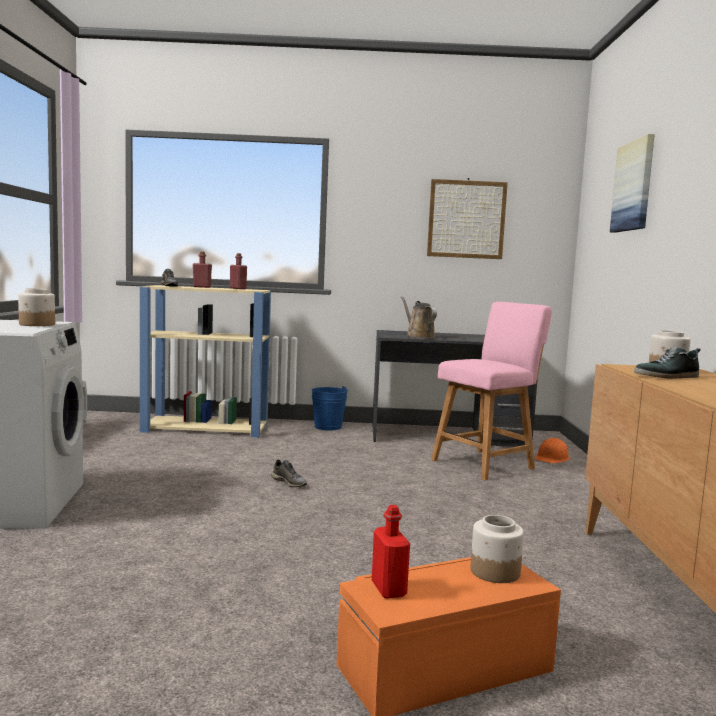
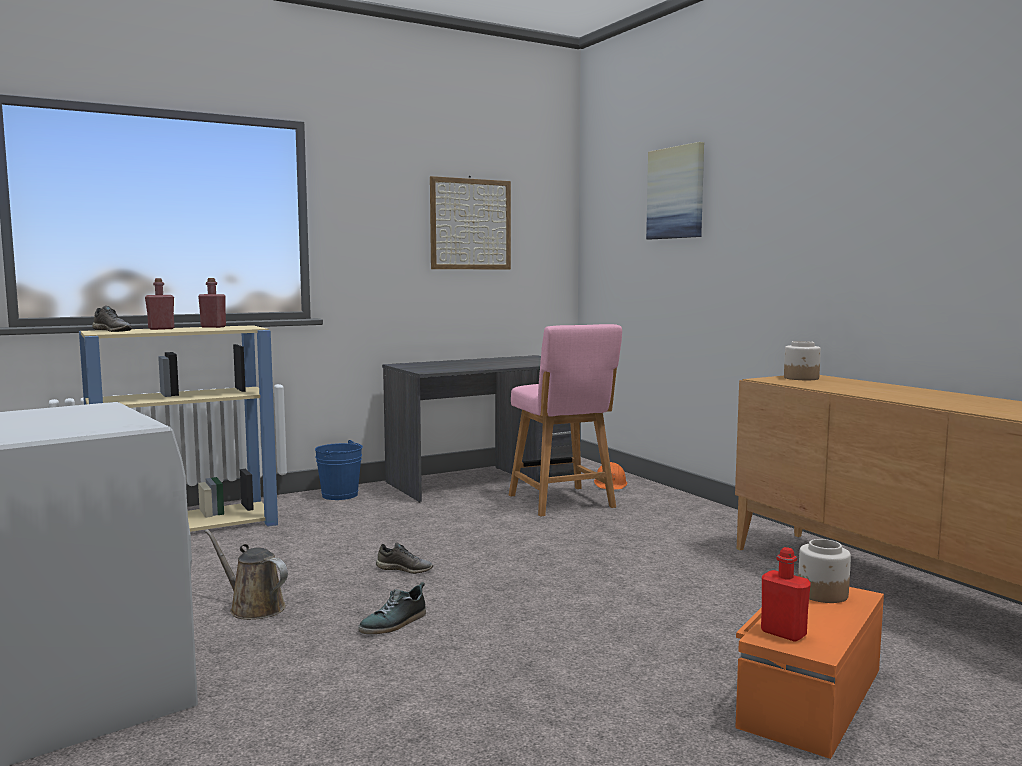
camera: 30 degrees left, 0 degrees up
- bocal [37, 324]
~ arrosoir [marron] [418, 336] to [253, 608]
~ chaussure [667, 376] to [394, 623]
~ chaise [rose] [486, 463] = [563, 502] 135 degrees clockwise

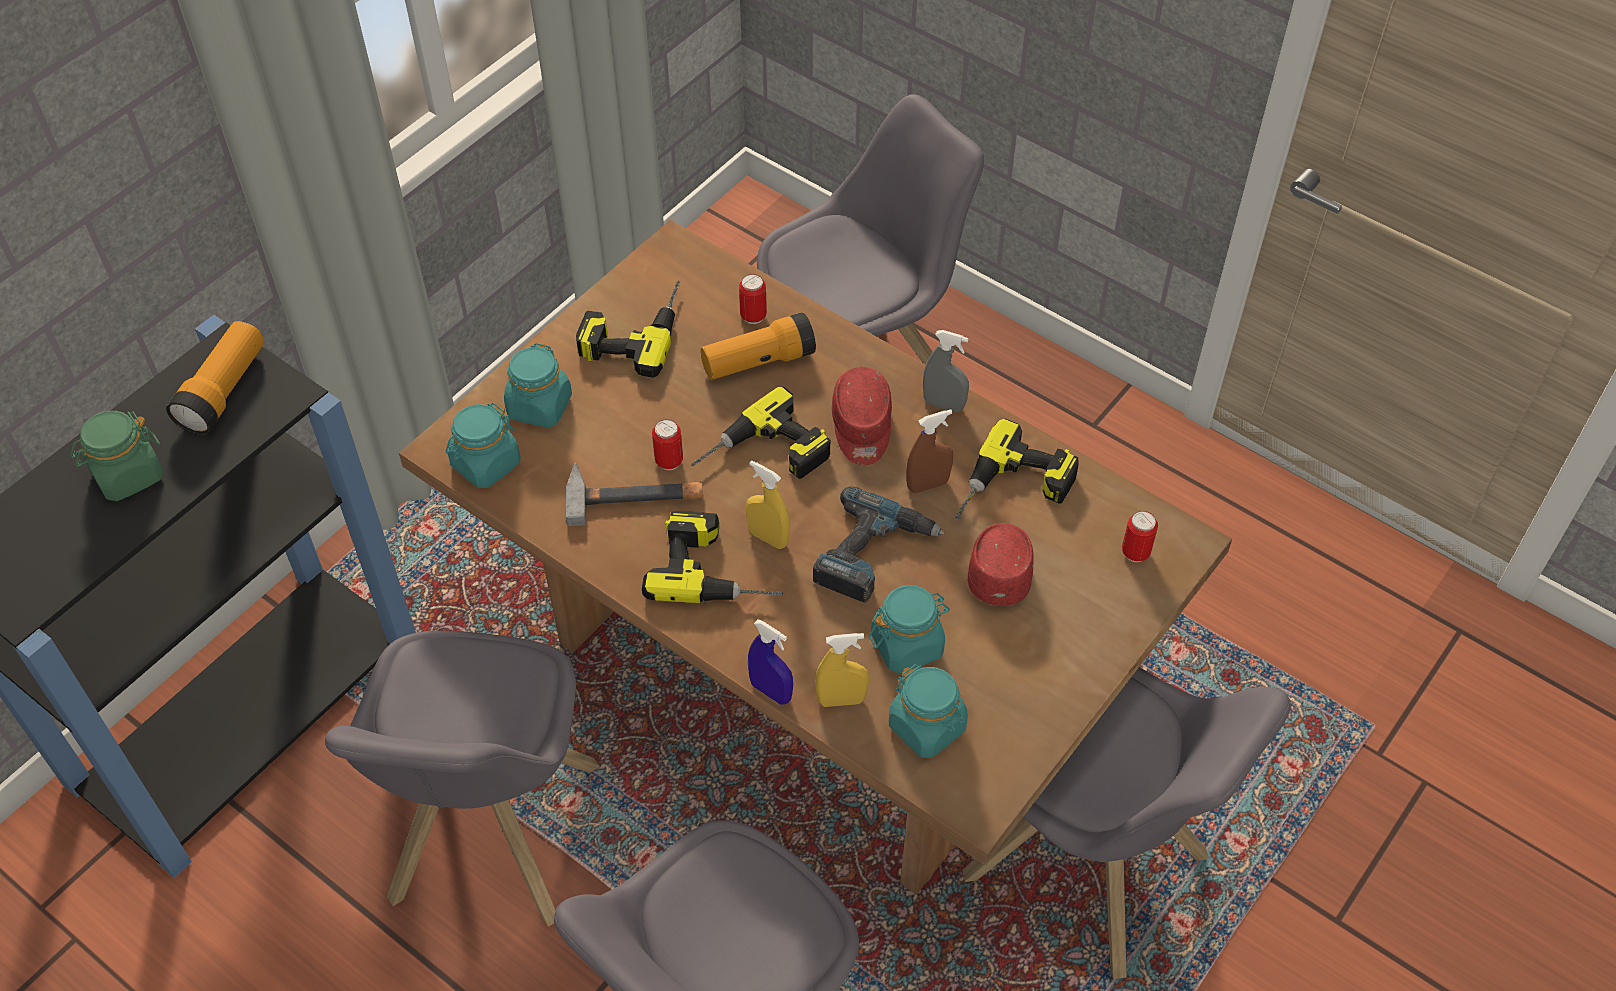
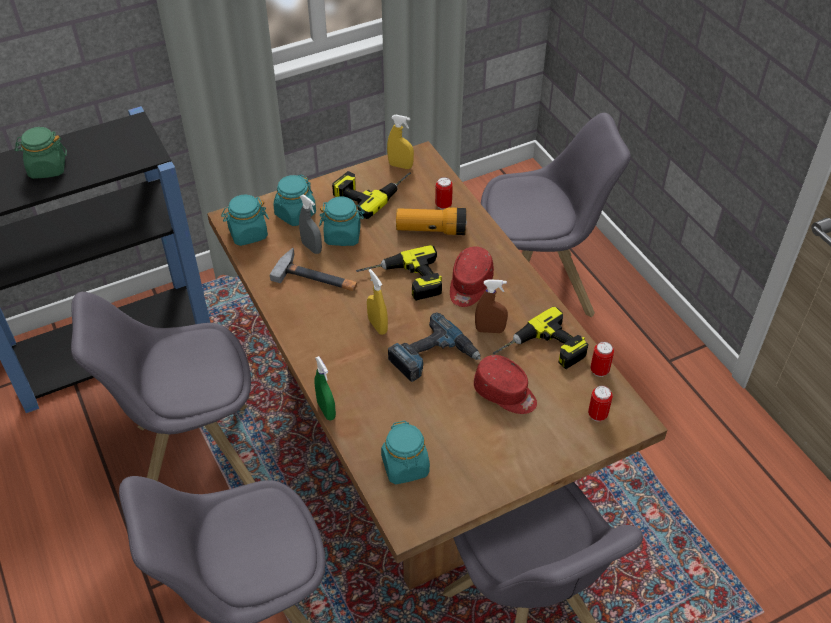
camera: 25 degrees right, 5 degrees down
- lampe de poche [224, 391]
- perceuse [718, 567]
~ boîte métallique [669, 461] to [599, 370]
~ vaporisateur [jaune] [841, 700] to [400, 166]
~ bocal [turquoise] [907, 645] to [343, 235]
~ vaporisateur [gris] [943, 404] to [311, 247]
~ vaporisateur [bleu] [771, 691] to vaporisateur [vert] [326, 410]
~ chaise [gris] [492, 832] = [195, 455] 45 degrees clockwise
~ casquette [rouge] [1000, 569] = [505, 393] 90 degrees clockwise

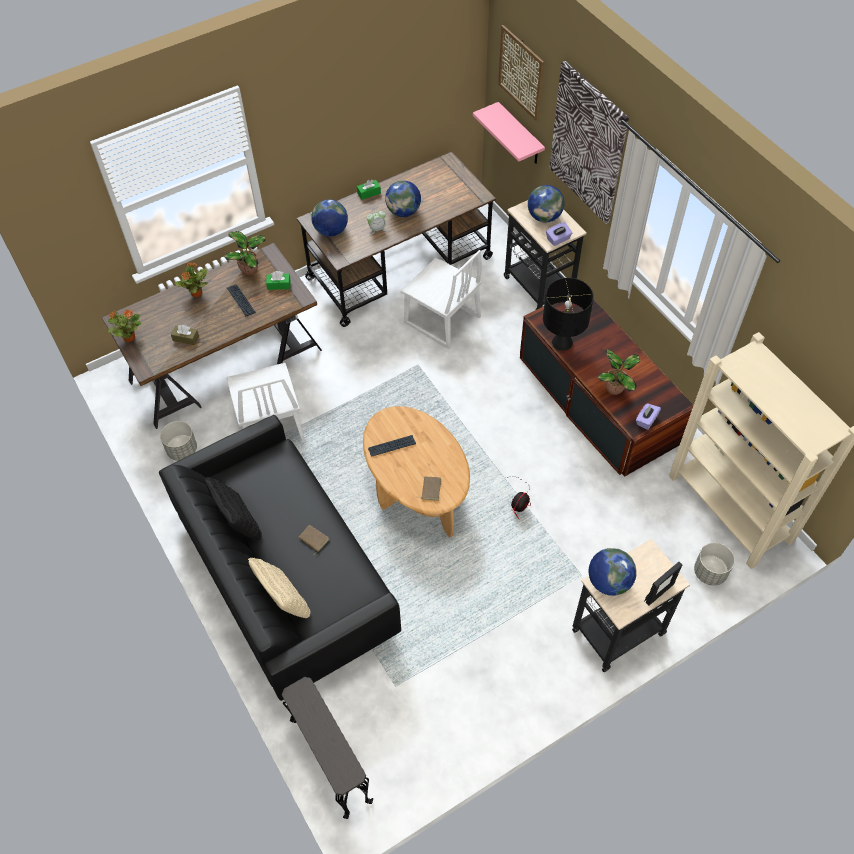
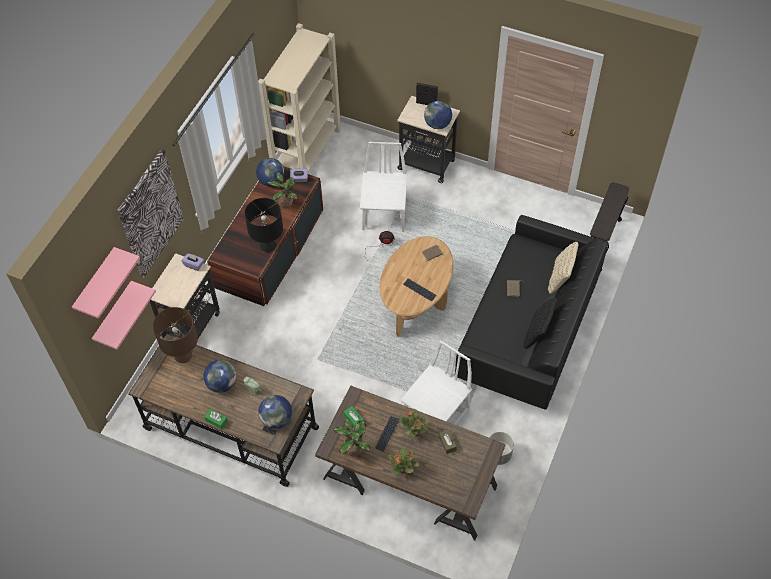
camera: 125 degrees left, 0 degrees up
- cache-pot [gris] [709, 572]
+ lampe de table [marron] [183, 357]
~ plante en pot [129, 337] to [414, 432]
~ chaise [blanc] [442, 321] to [385, 213]
~ globe [544, 217] to [271, 181]
~ tableau [521, 72] to étagère [rose] [96, 283]

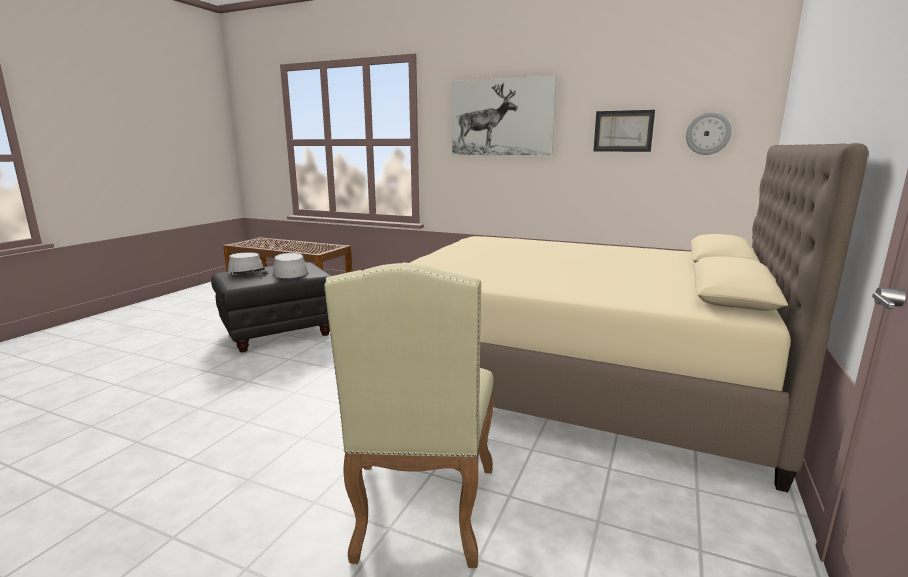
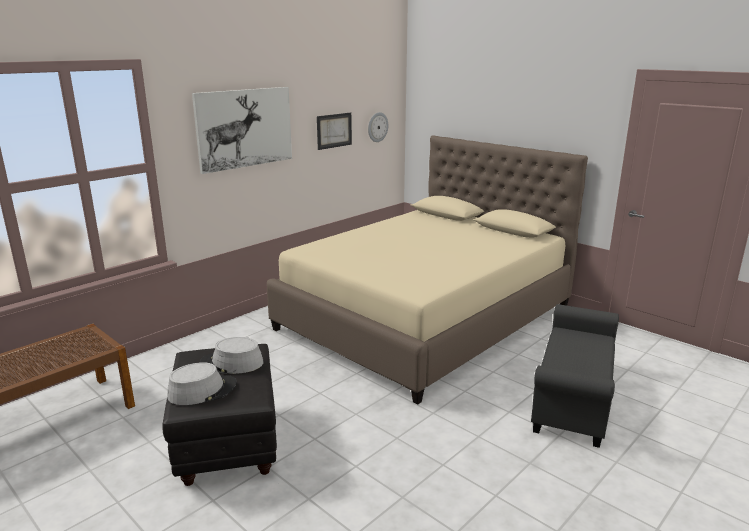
camera: 70 degrees left, 5 degrees up
~ chaise [beige] [420, 513] to pouf [gris] [573, 399]

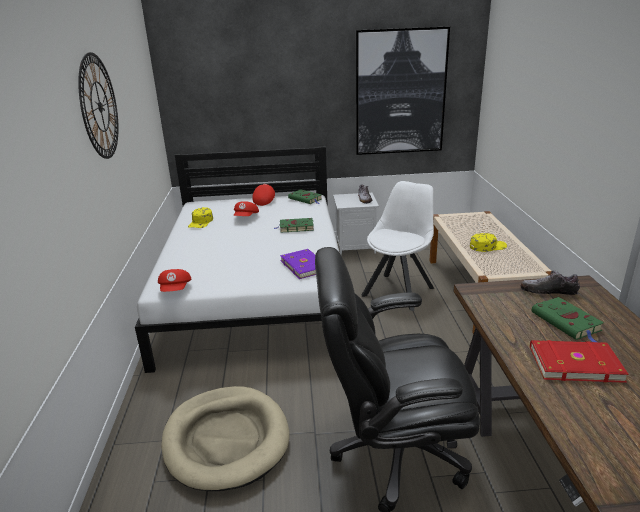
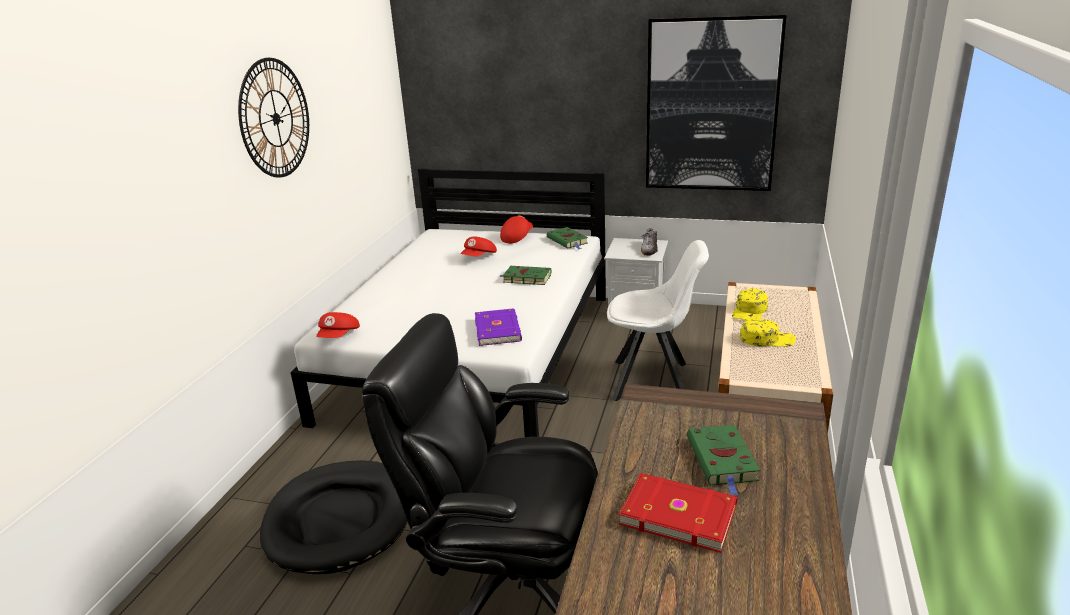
camera: 20 degrees right, 0 degrees up
- chaussure [548, 291]
~ casquette [jaune] [201, 222] to [750, 311]
~ panier pour chien [beige] [226, 440] to panier pour chien [noir] [339, 520]
~ chaise [blanc] [399, 291] = [653, 381] 45 degrees clockwise

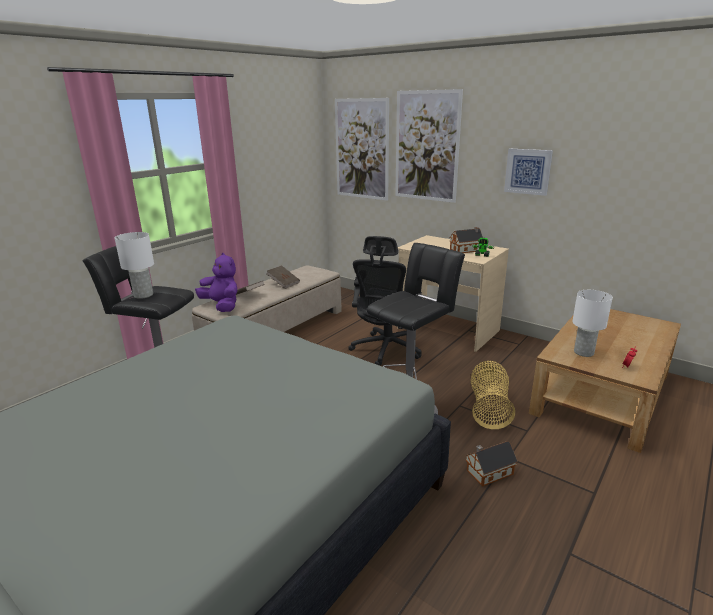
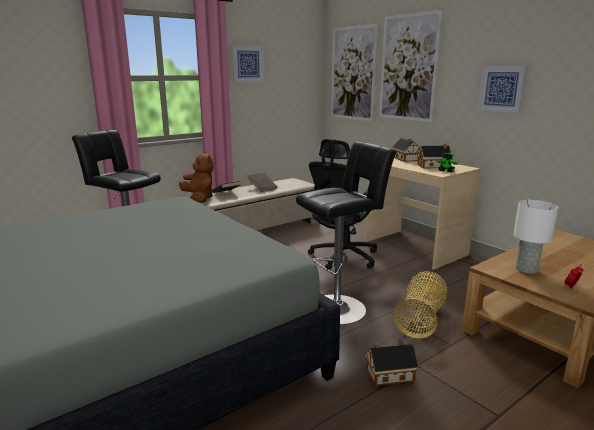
camera: 15 degrees right, 5 degrees down
- lampe de table [blanc] [143, 295]
+ tableau [247, 63]
+ maison miniature [406, 159]
~ peluche [violet] [222, 306] to peluche [marron] [199, 199]

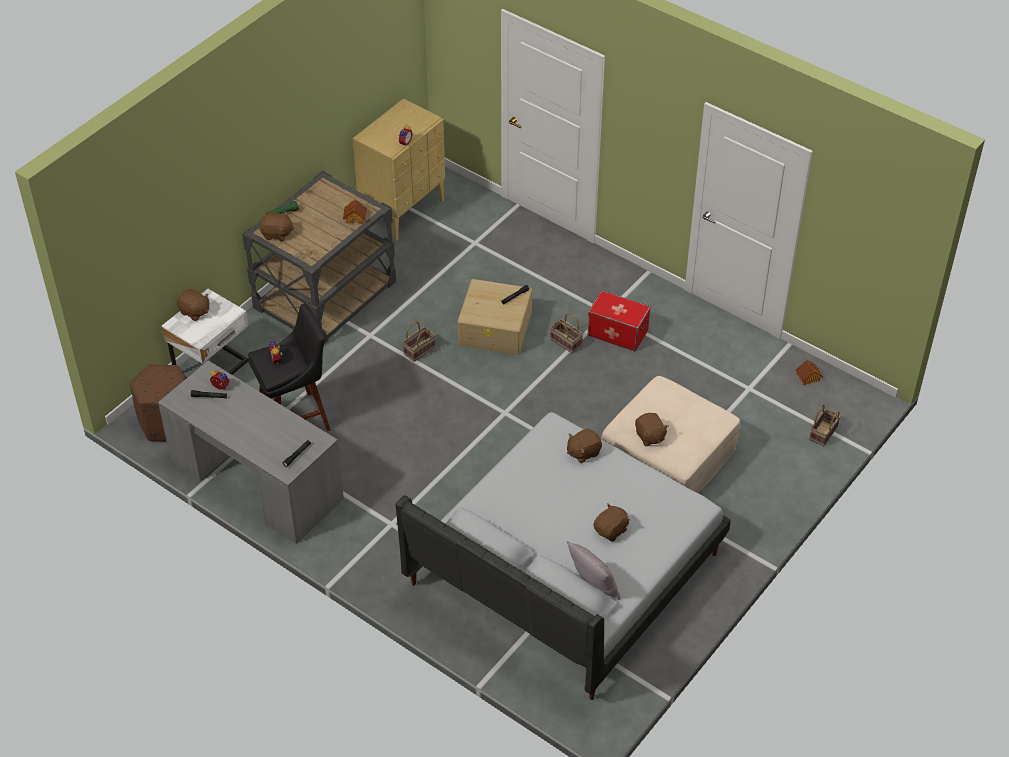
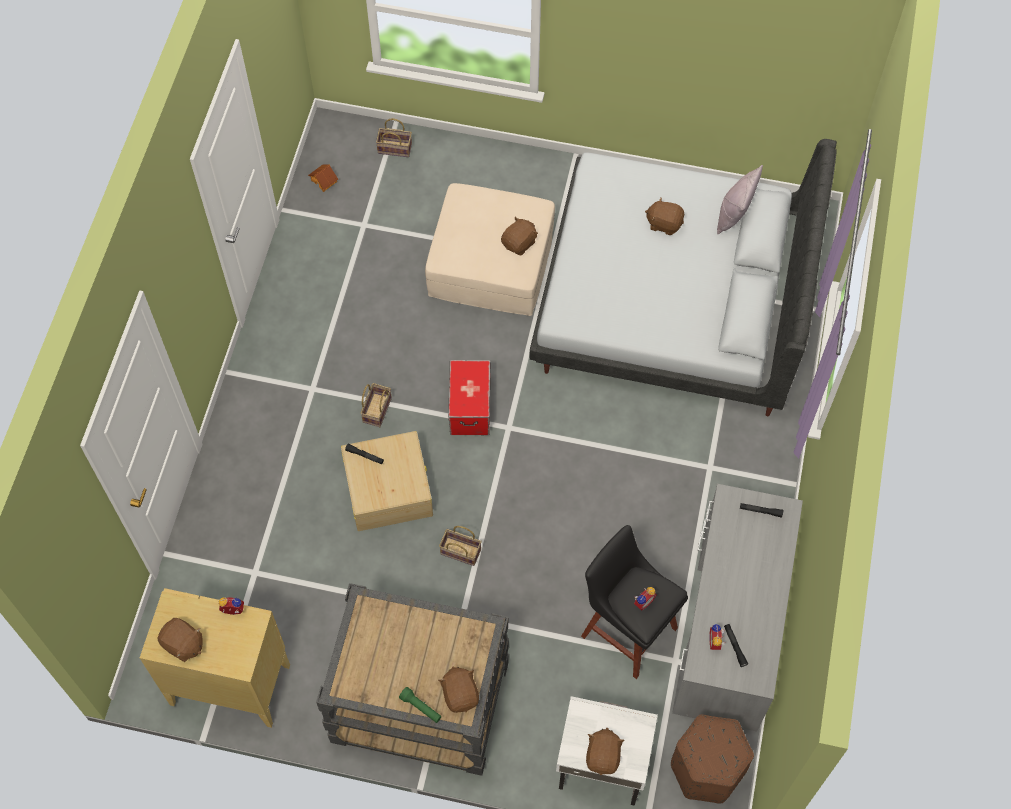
camera: 115 degrees left, 15 degrees up
- maison miniature [355, 217]
~ peluche [marron] [583, 452] to [183, 645]
~ boîte de rangement [618, 332] to [469, 407]

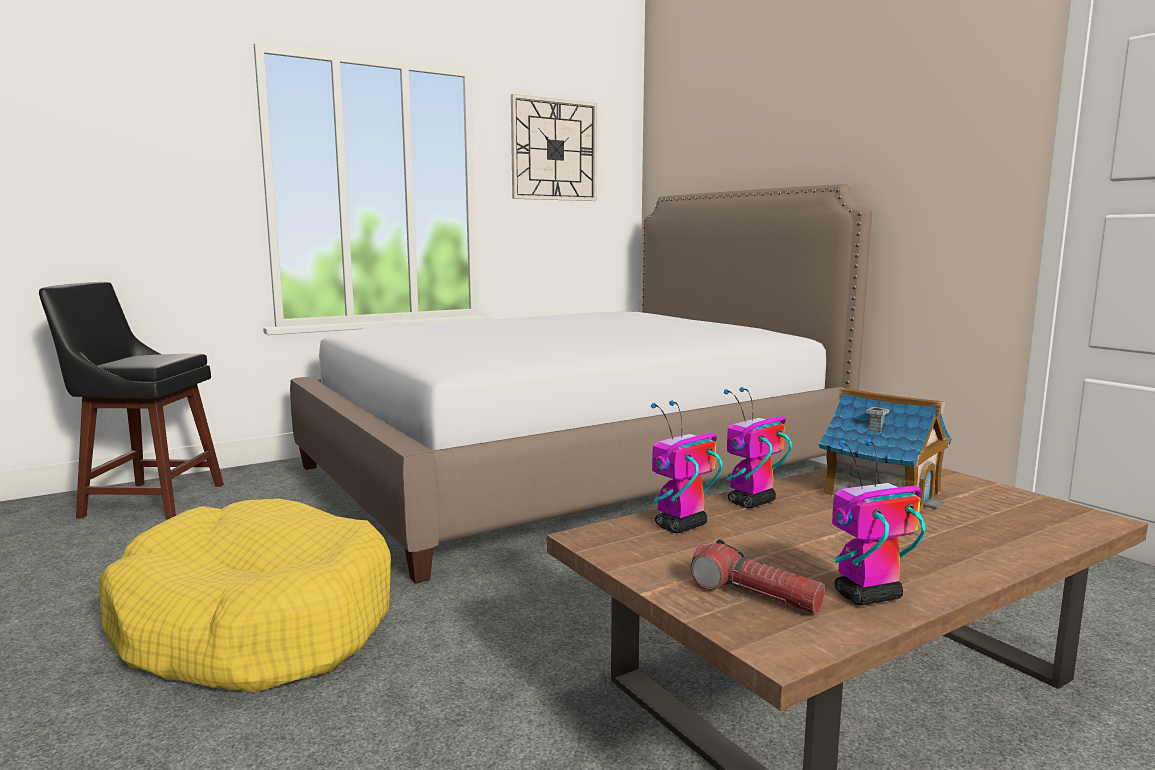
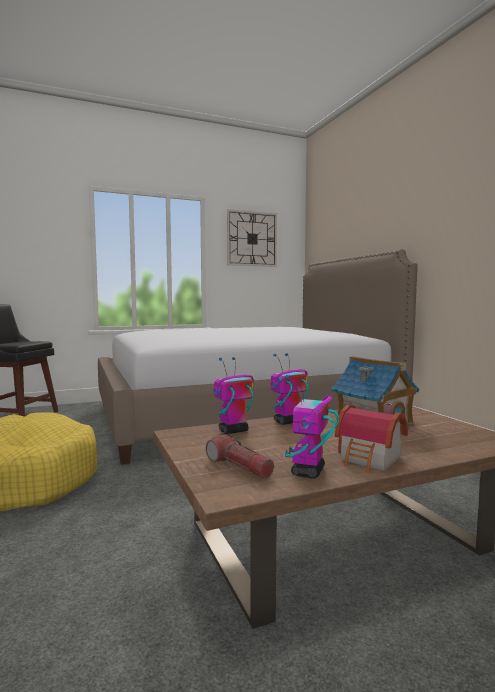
camera: 10 degrees right, 5 degrees down
+ maison miniature [370, 460]
~ robot jouet [866, 596] = [308, 472] 60 degrees counterclockwise

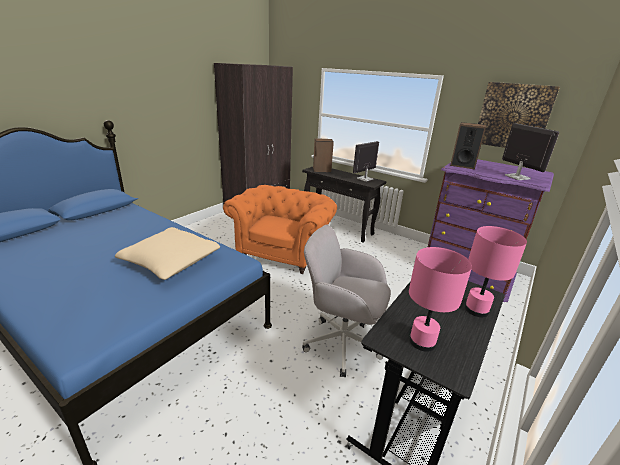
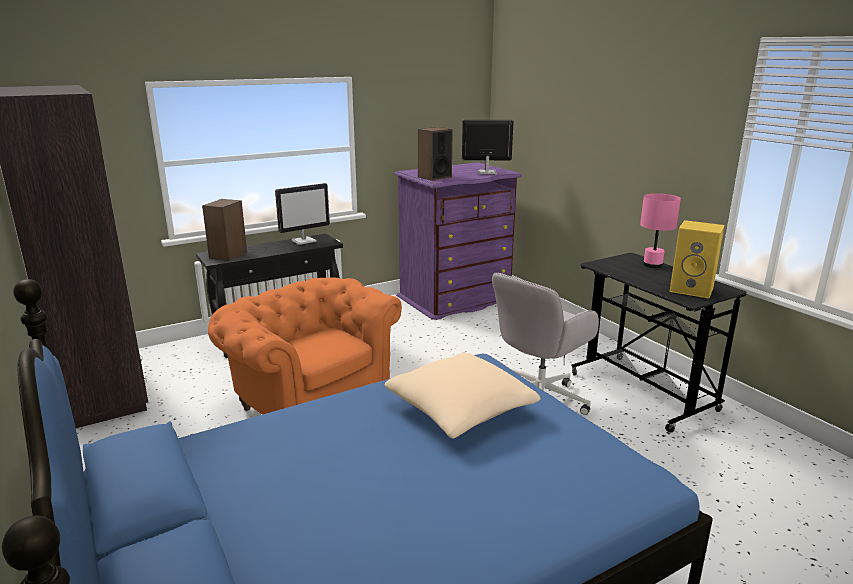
camera: 65 degrees left, 5 degrees down
- tableau [513, 116]
~ lampe de table [rose] [422, 342] to enceinte [jaune] [692, 289]
~ écran d'ordinateur [364, 179] = [304, 241] 105 degrees counterclockwise

